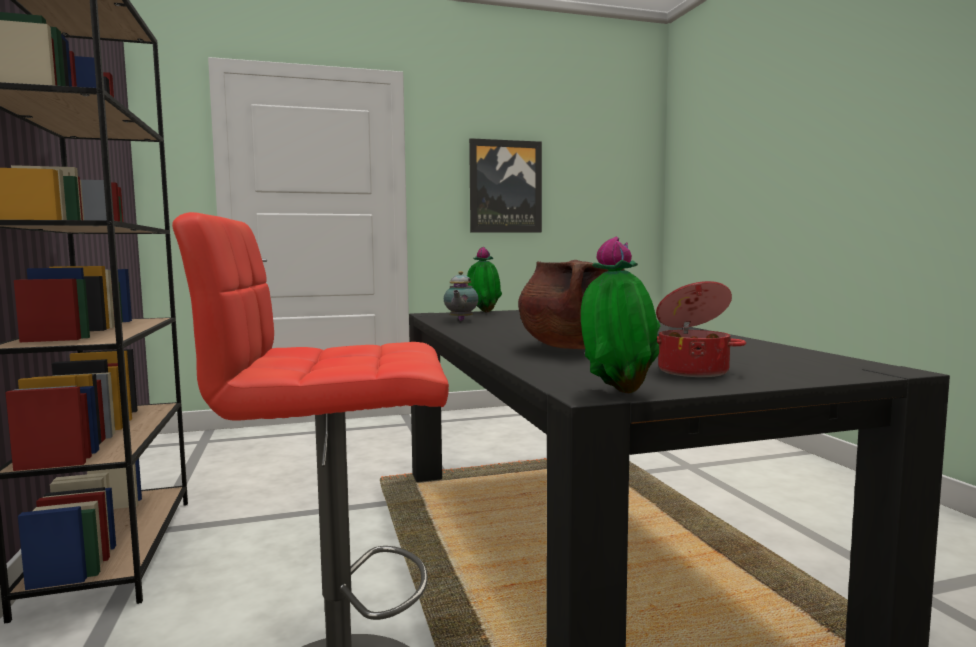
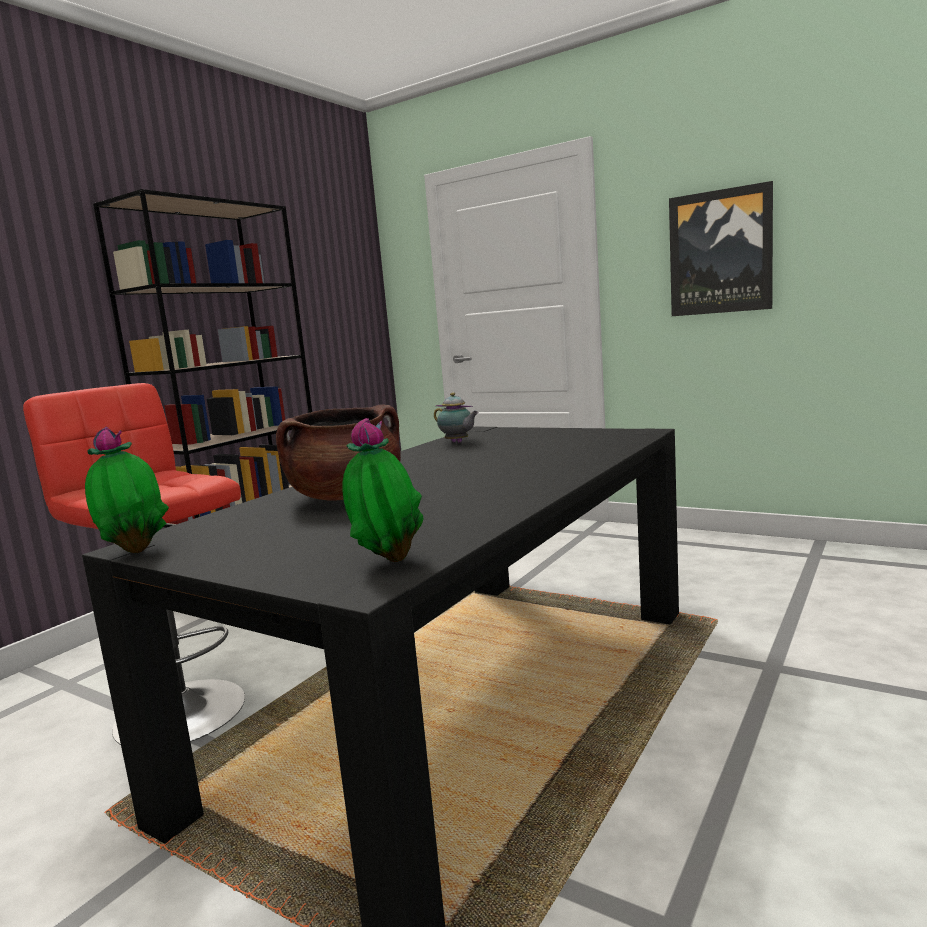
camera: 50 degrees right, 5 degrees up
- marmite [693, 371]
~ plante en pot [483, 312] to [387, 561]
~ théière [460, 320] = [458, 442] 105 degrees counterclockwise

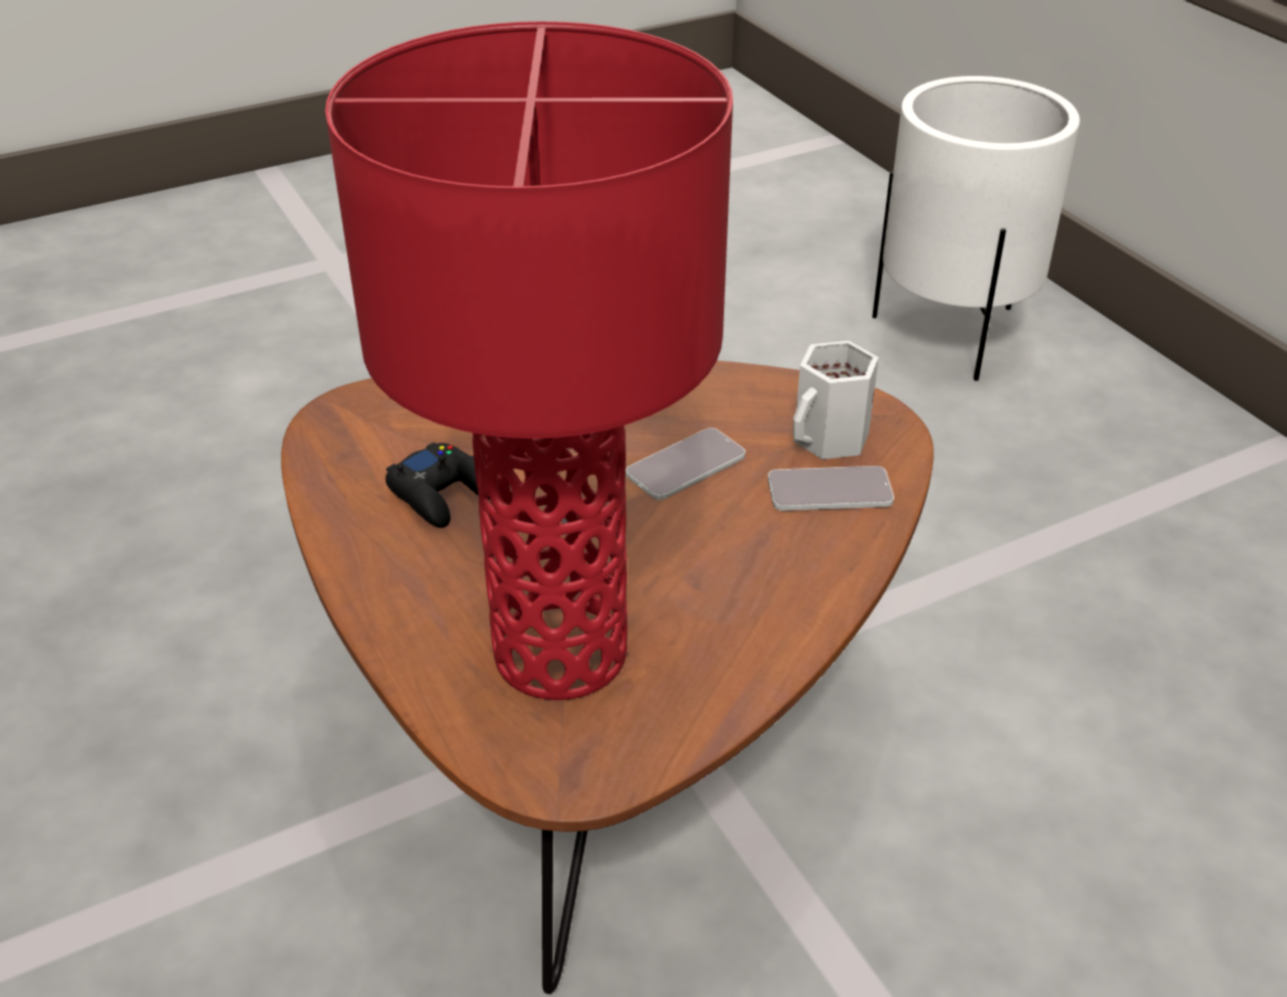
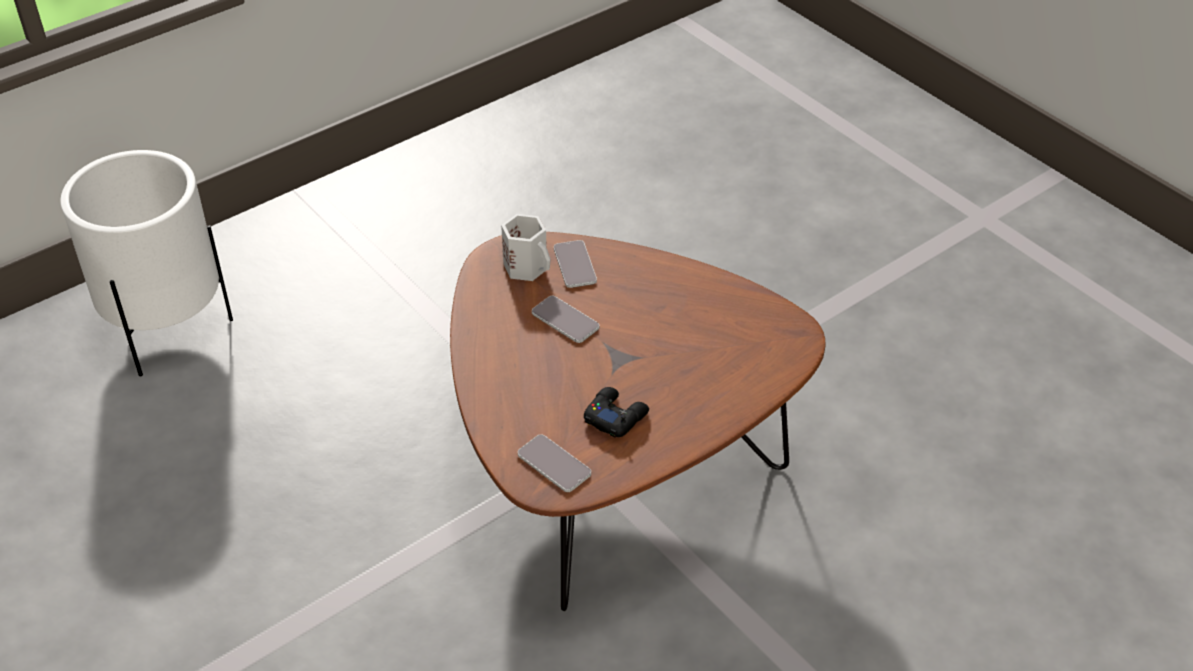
camera: 100 degrees left, 5 degrees up
- lampe de table [rouge] [559, 650]
+ téléphone [554, 464]

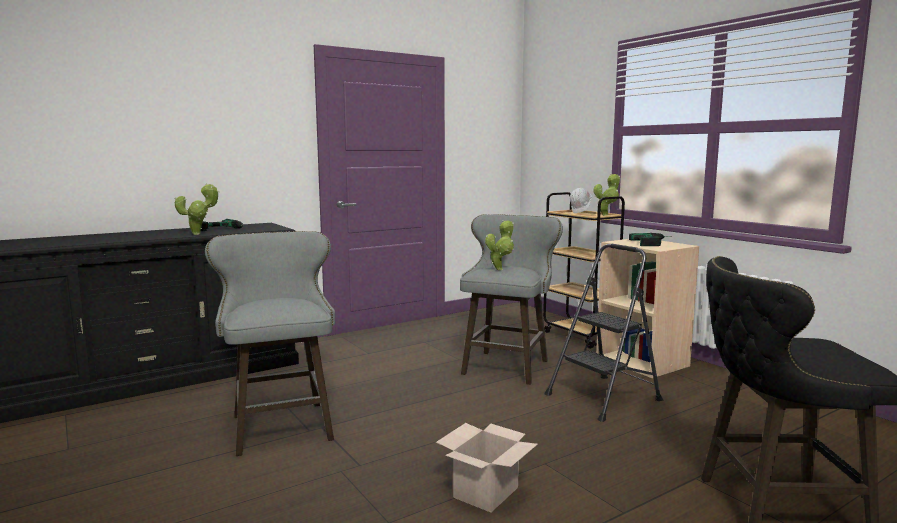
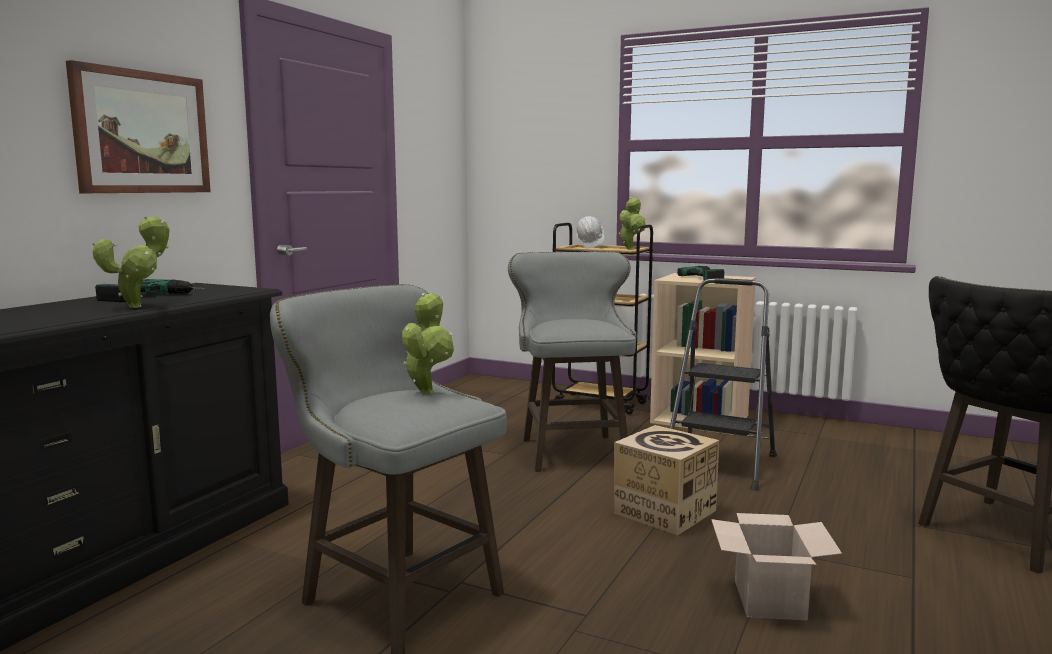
camera: 30 degrees left, 0 degrees up
+ tableau [142, 132]
+ carton [664, 512]
~ plante en pot [500, 269] to [427, 391]

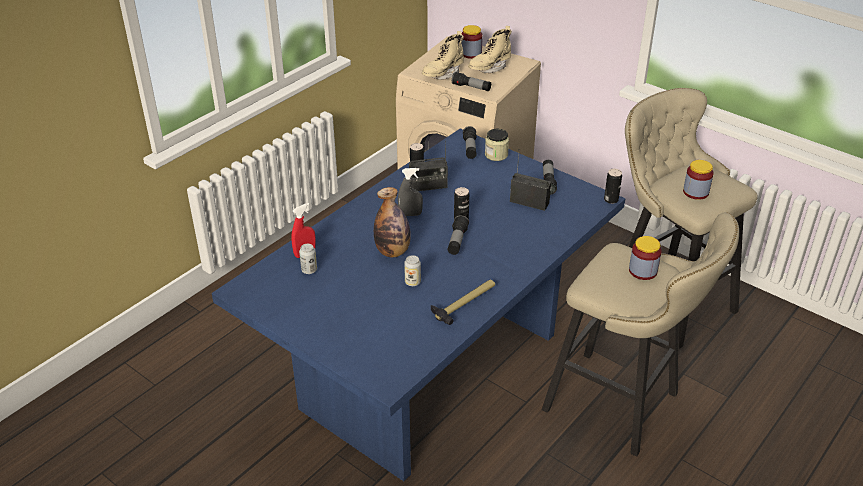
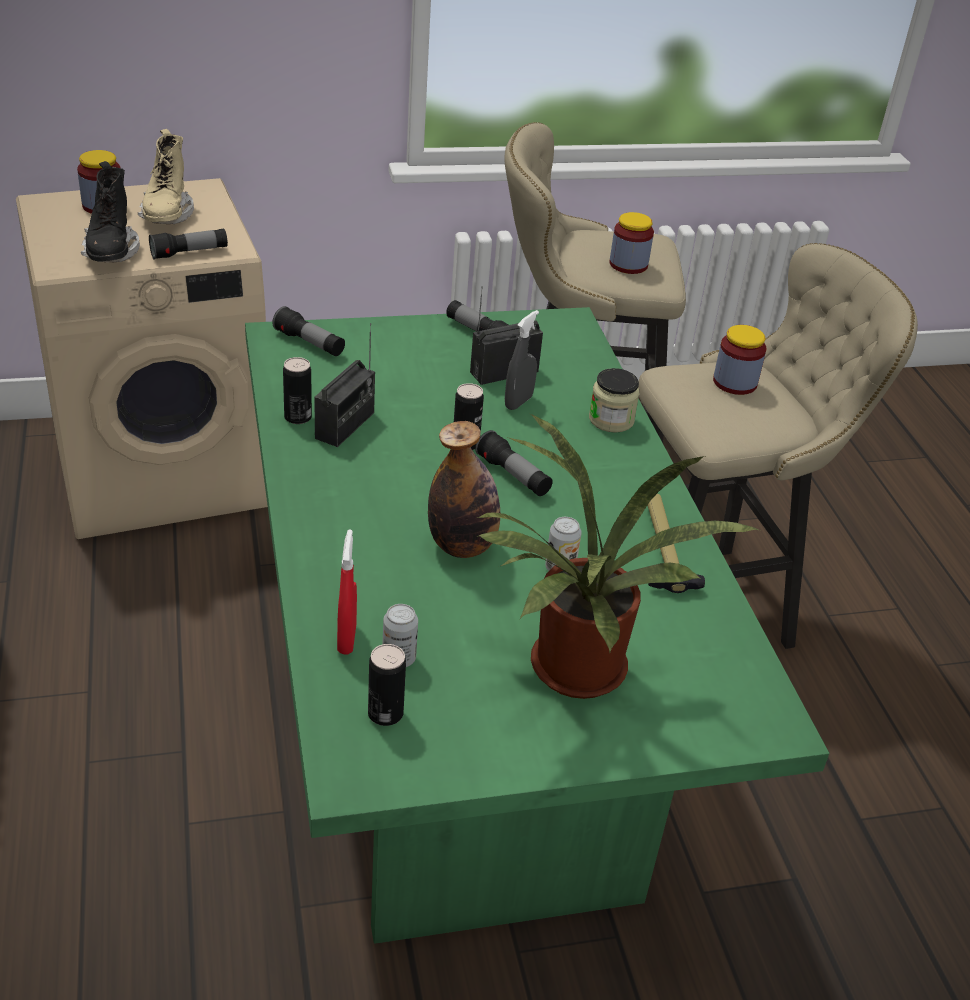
camera: 55 degrees left, 0 degrees up
+ plante en pot [574, 675]
~ vaporisateur [gris] [410, 214] to [518, 402]
~ bocal [496, 155] to [611, 420]
~ boîte métallique [611, 200] to [385, 713]
~ table à manger [bleu] [431, 372] to table à manger [vert] [465, 733]
~ botte [beige] [443, 74] to botte [noir] [111, 252]

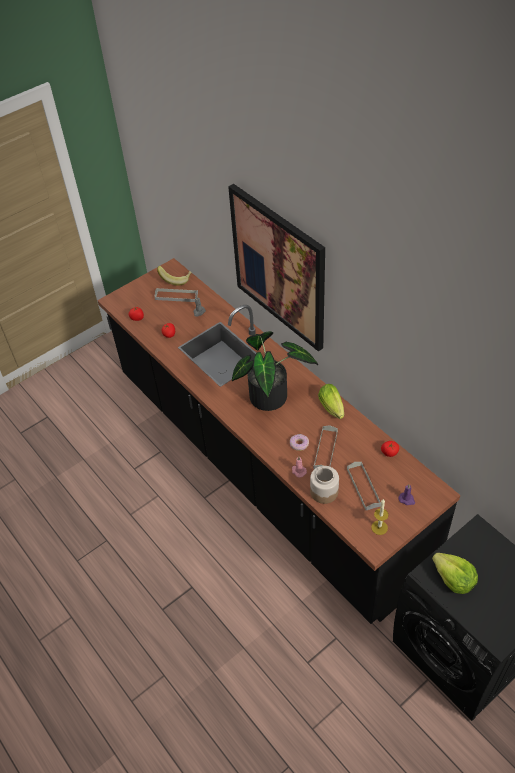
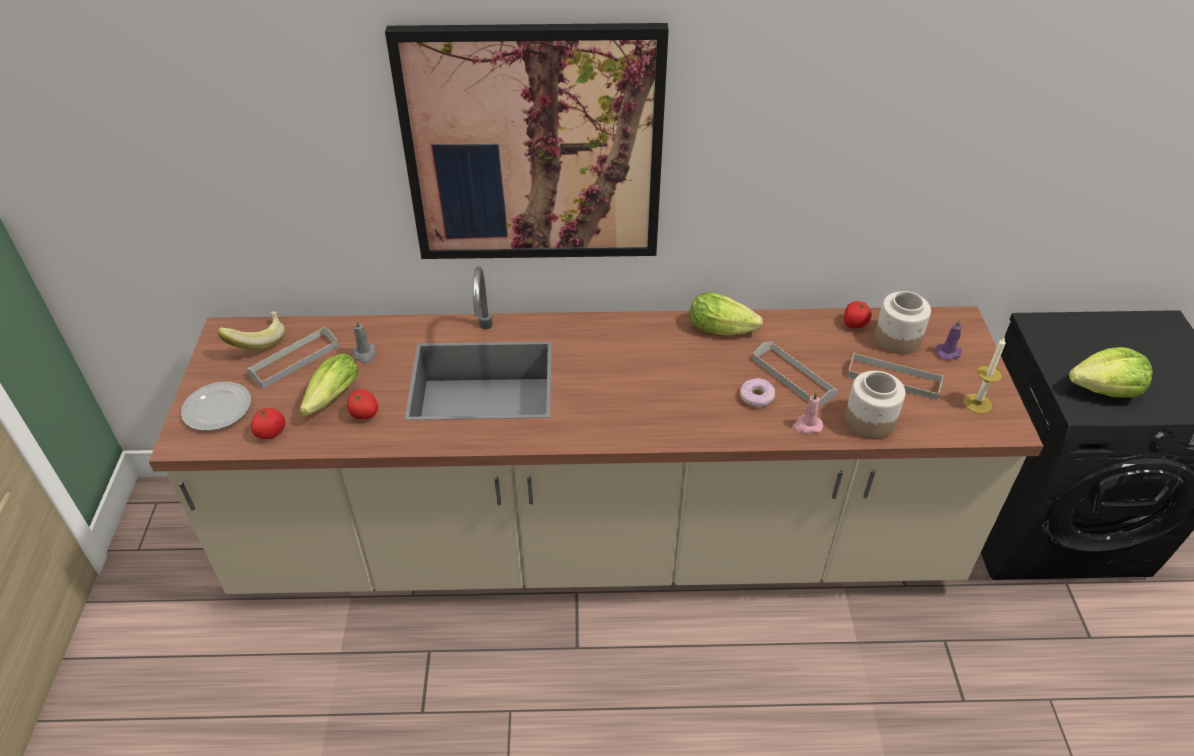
camera: 55 degrees left, 5 degrees down
- plante en pot [273, 398]
+ assiette [217, 409]
+ laitue [330, 400]
+ bocal [897, 339]
~ comptoir de cuisine [noir] [263, 468] to comptoir de cuisine [beige] [597, 540]

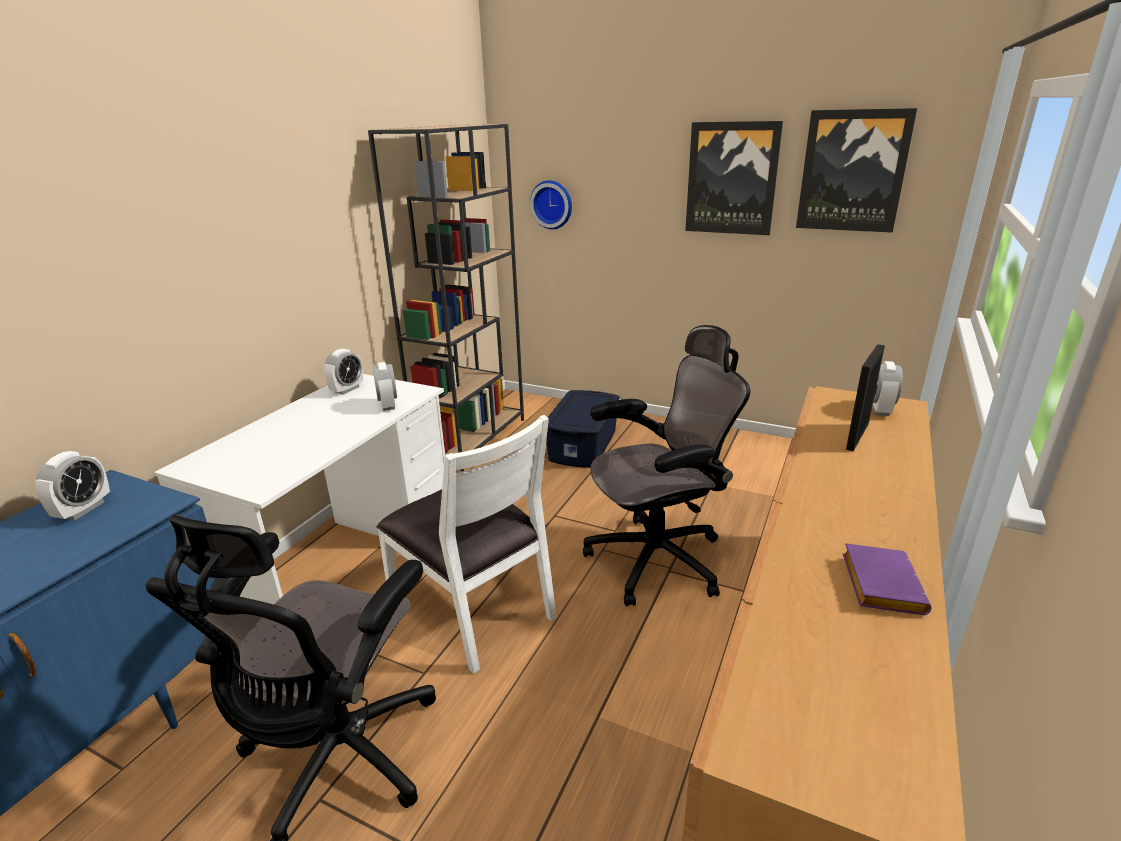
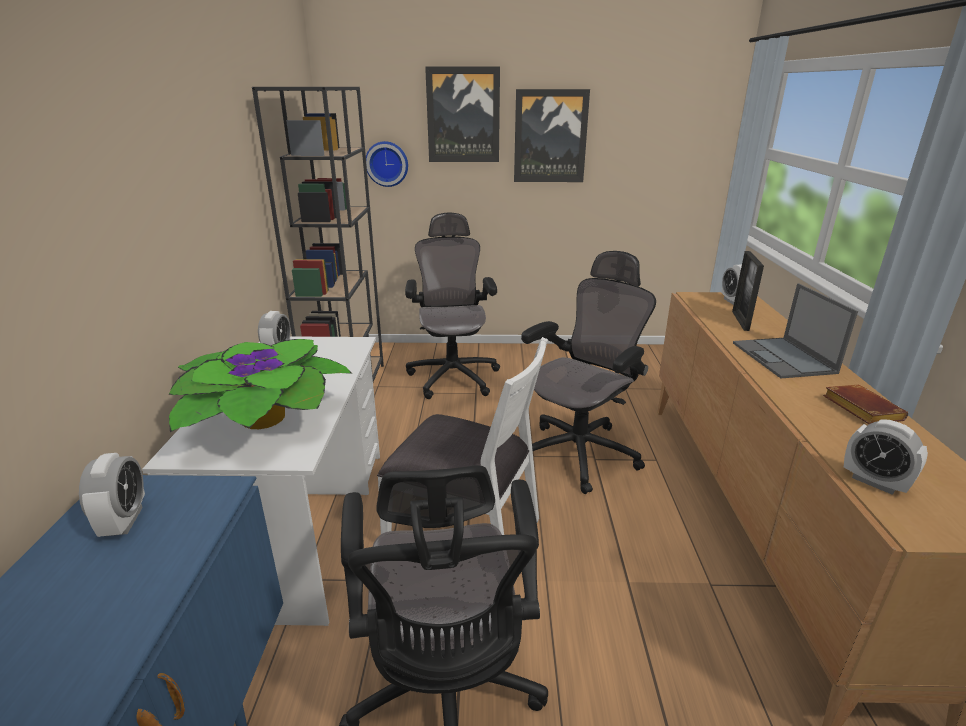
camera: 25 degrees left, 0 degrees up
+ plante en pot [263, 420]
+ ordinateur portable [784, 358]
~ réveil [388, 405] to [874, 482]
~ tableau [852, 171] to [463, 115]
~ boîte de rangement [bleu] [583, 445] to chaise de bureau [453, 377]
~ livre [violet] [878, 583] to livre [marron] [859, 409]

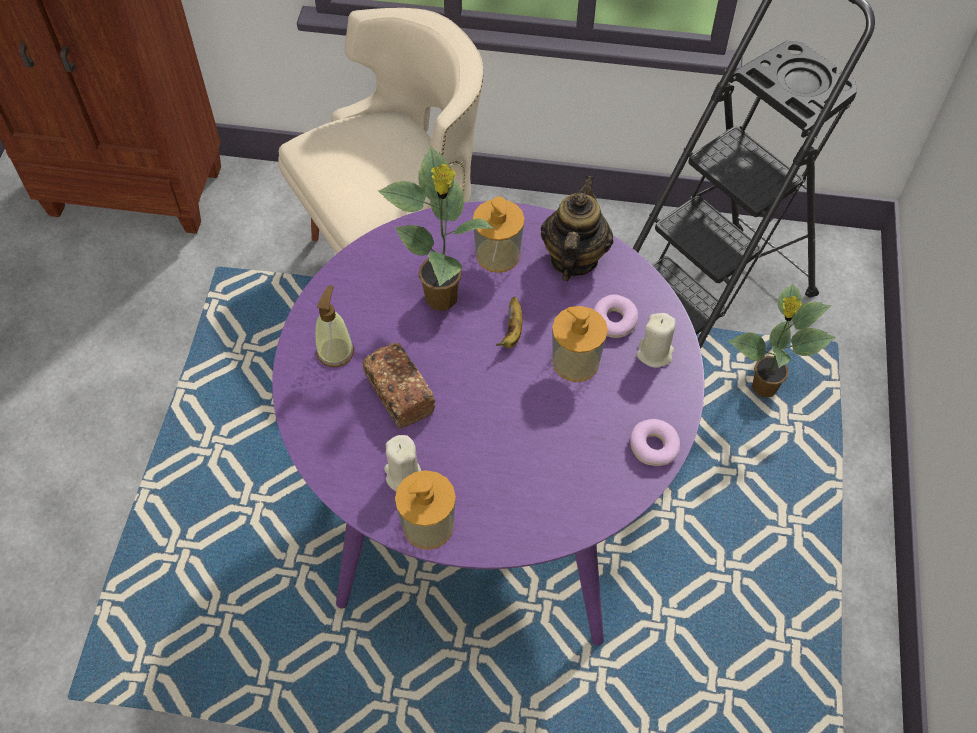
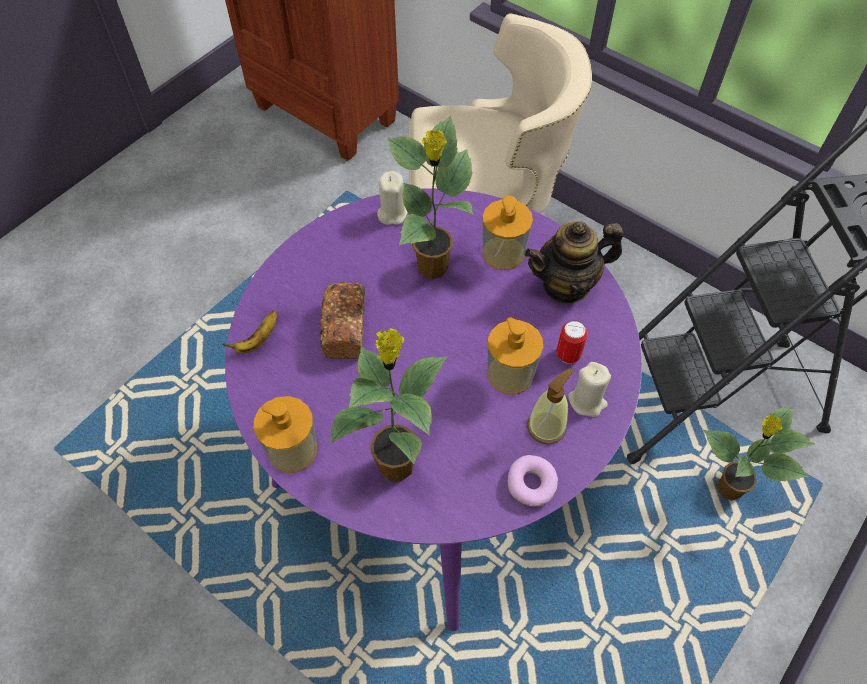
camera: 30 degrees right, 0 degrees up
+ plante en pot [396, 463]
~ distributeur de savon [335, 351] to [546, 427]
~ bougie [beige] [403, 475] to [392, 213]
~ banane [512, 331] to [257, 340]
~ beignet [614, 321] to boîte métallique [568, 355]
~ théière [573, 258] = [567, 285] 150 degrees counterclockwise

